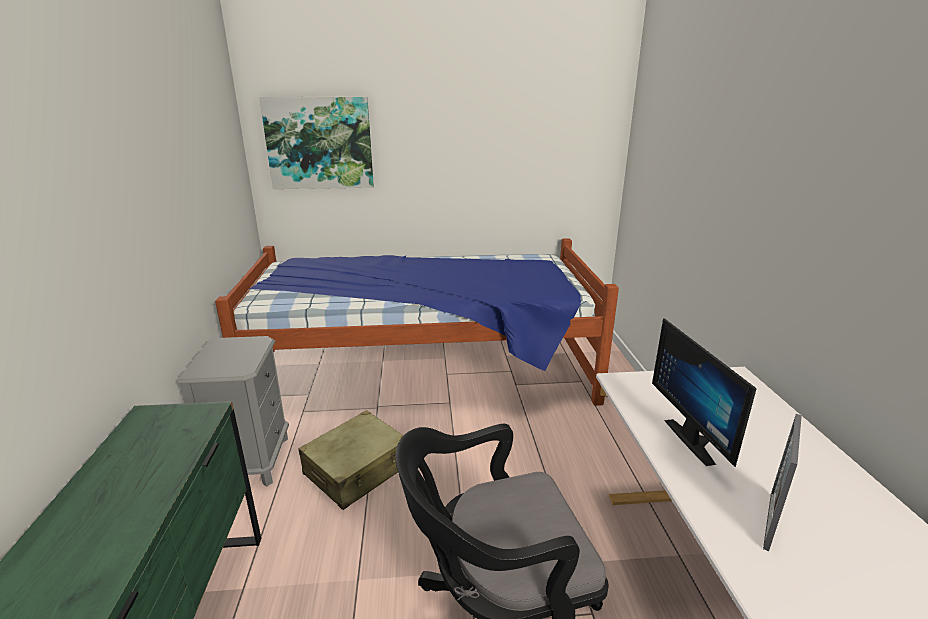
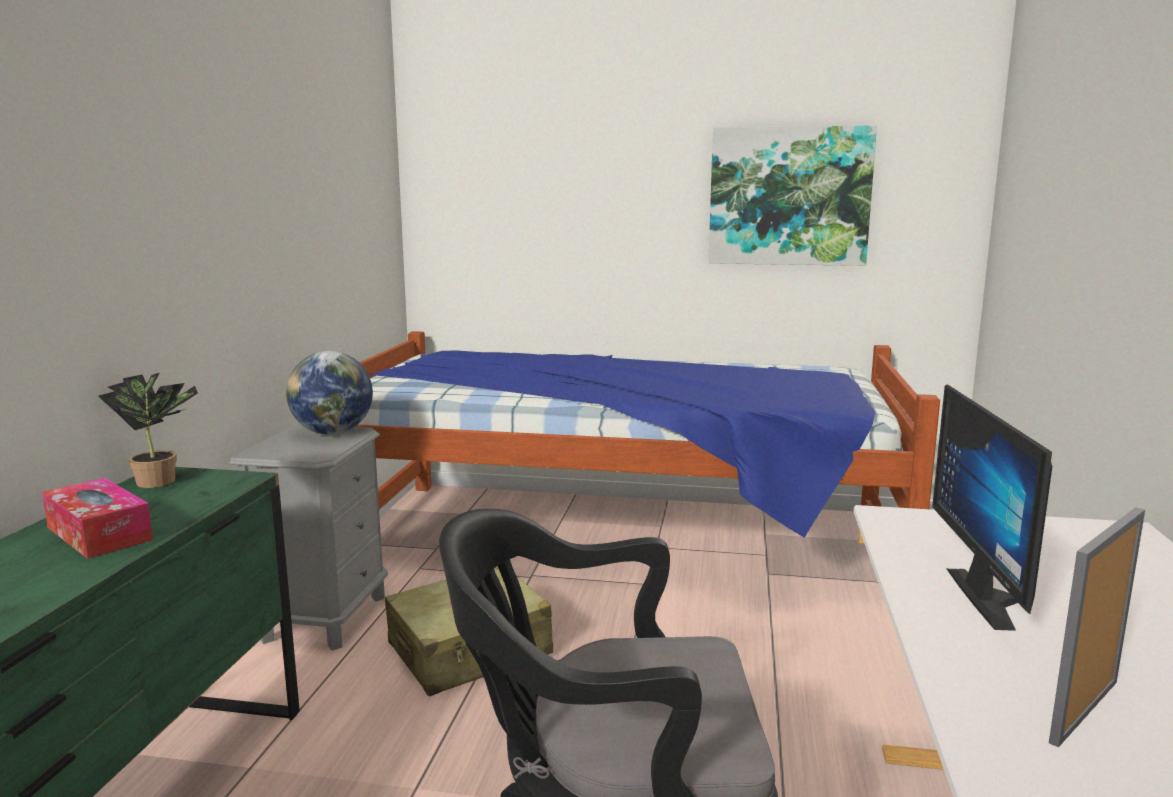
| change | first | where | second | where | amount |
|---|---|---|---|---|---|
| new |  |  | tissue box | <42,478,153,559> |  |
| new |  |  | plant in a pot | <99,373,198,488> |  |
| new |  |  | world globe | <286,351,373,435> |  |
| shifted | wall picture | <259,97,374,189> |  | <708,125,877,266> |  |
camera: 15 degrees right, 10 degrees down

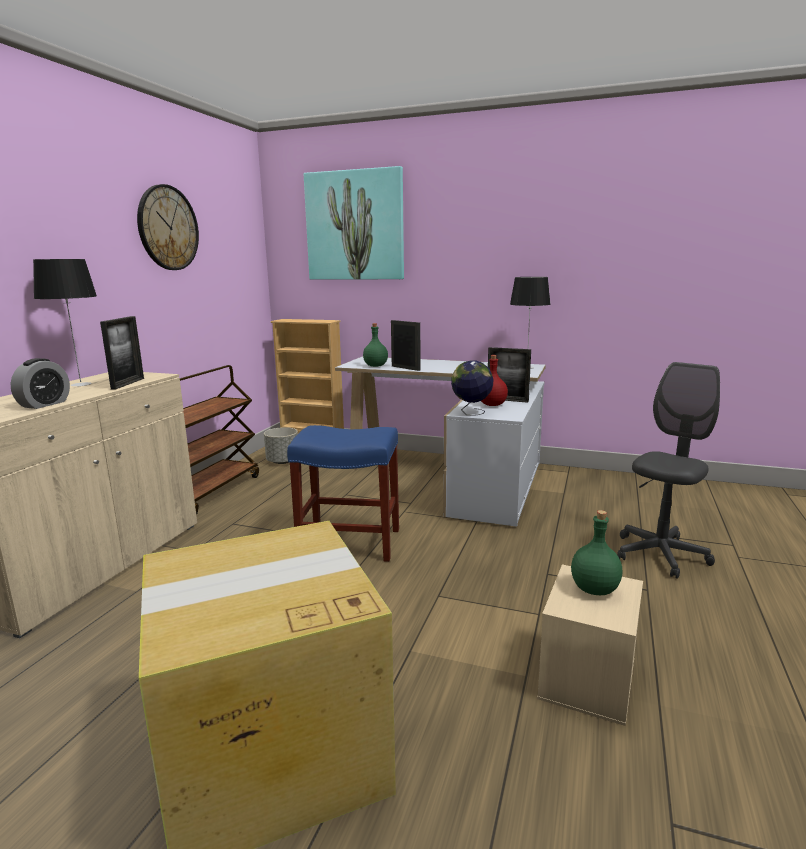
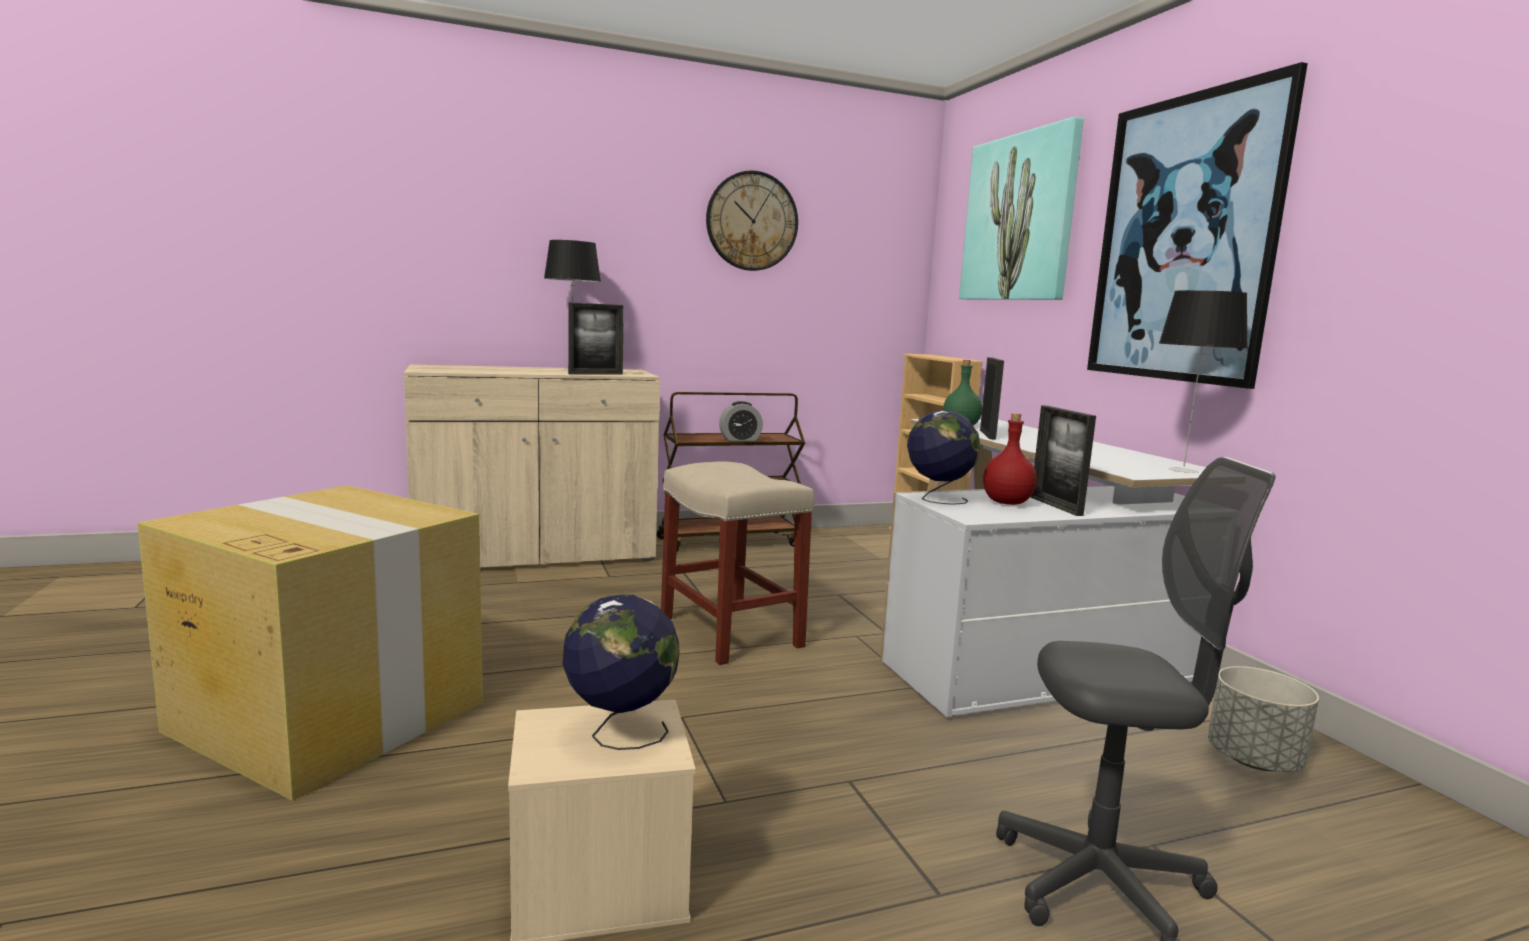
| change | first | where | second | where | amount |
|---|---|---|---|---|---|
| swapped | beverage bottle (green) | <571,510,622,595> | world globe | <562,594,680,750> |  |
| repainted | stool seat (bluish) | <287,425,399,562> | stool seat (sand-coloured) | <661,462,814,665> |  |
| shifted | table clock | <11,358,70,409> |  | <719,401,763,441> |  |
| new |  |  | wall picture | <1087,62,1308,389> |  |
| shifted | plant pot (gray) | <264,427,298,464> |  | <1208,666,1319,772> |  |
camera: 50 degrees right, 5 degrees down

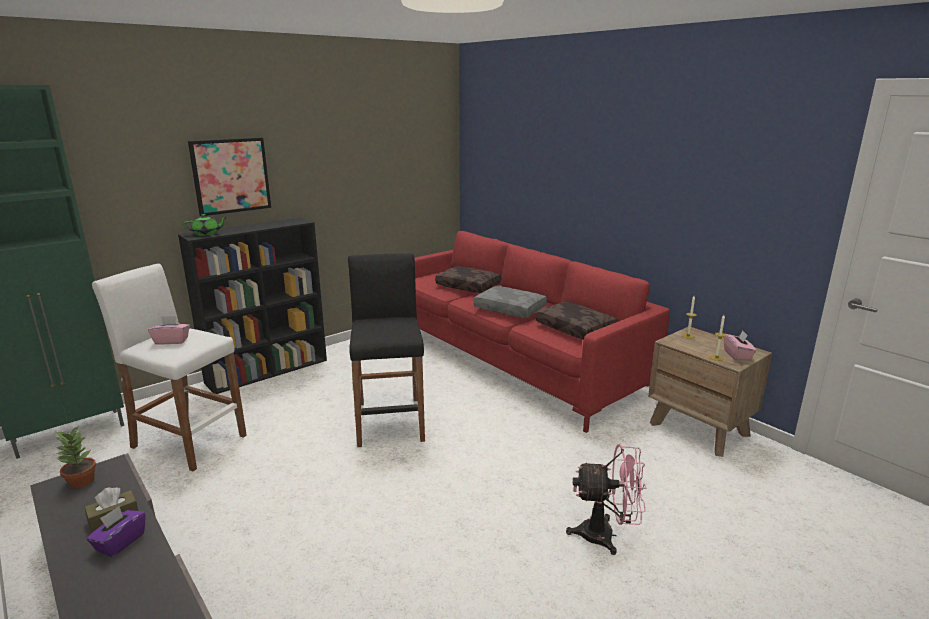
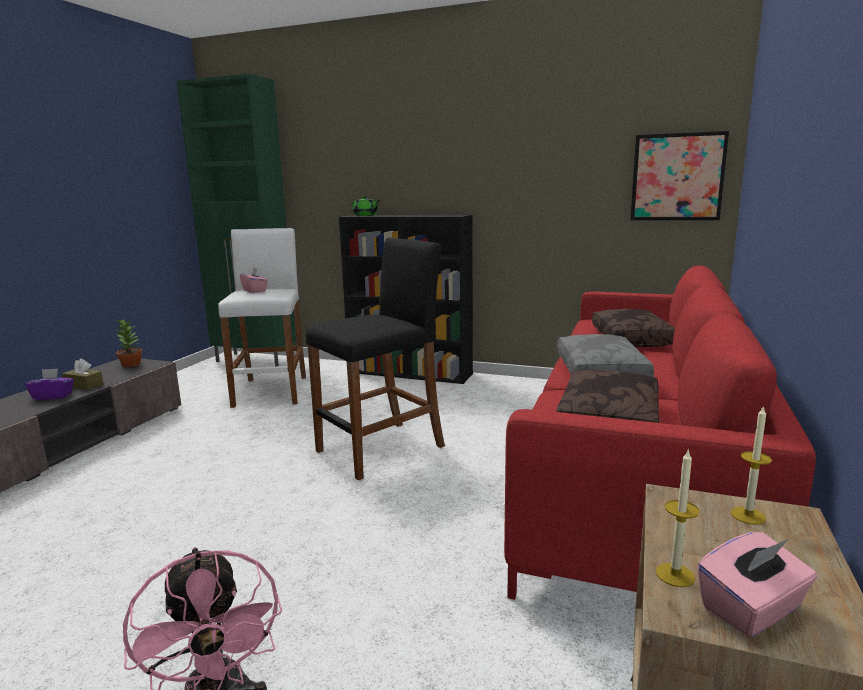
| change | first | where | second | where | amount |
|---|---|---|---|---|---|
| shifted | wall picture | <188,138,271,216> |  | <630,131,729,220> |  |
camera: 60 degrees right, 5 degrees down

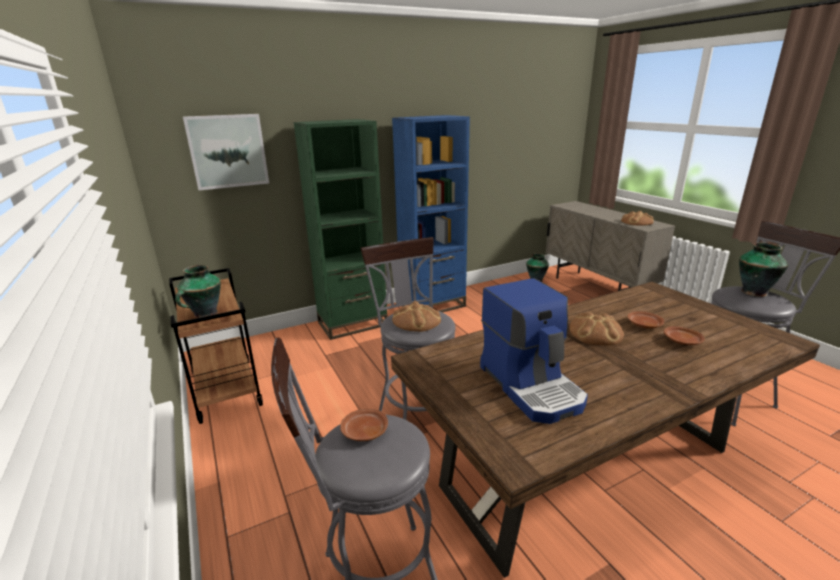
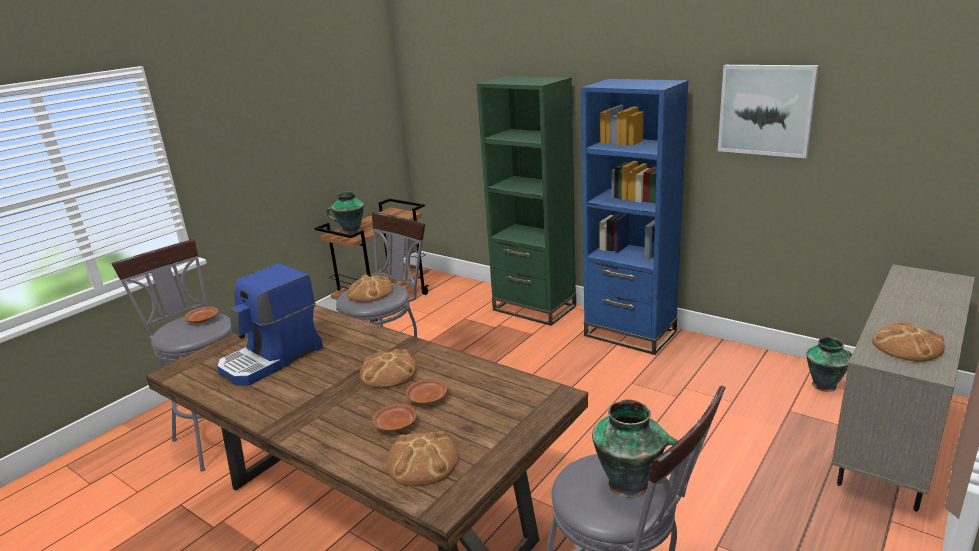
| change | first | where | second | where | amount |
|---|---|---|---|---|---|
| new |  |  | baked bread | <386,431,458,486> |  |
| shifted | wall picture | <183,114,269,190> |  | <718,65,819,158> |  |
camera: 65 degrees right, 0 degrees up

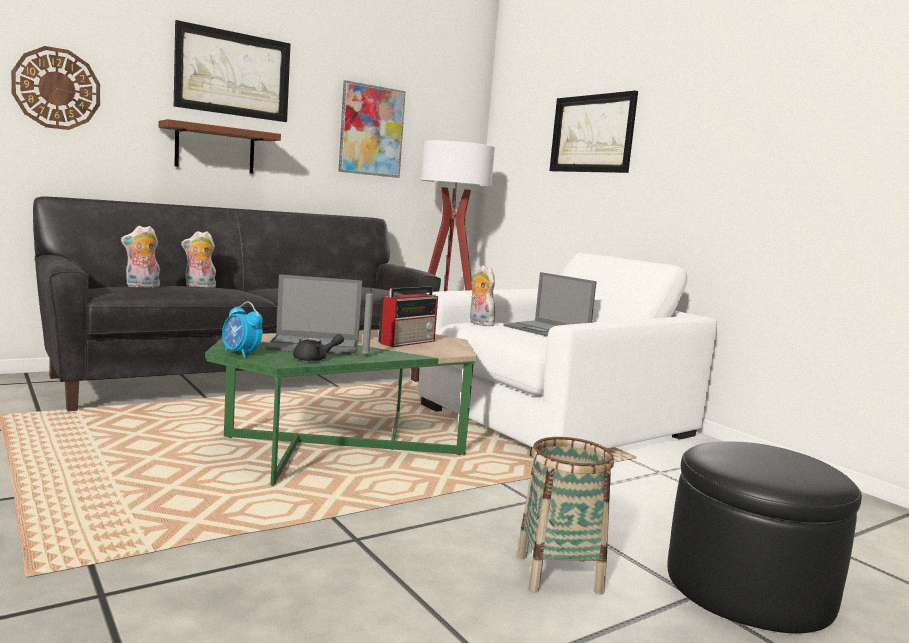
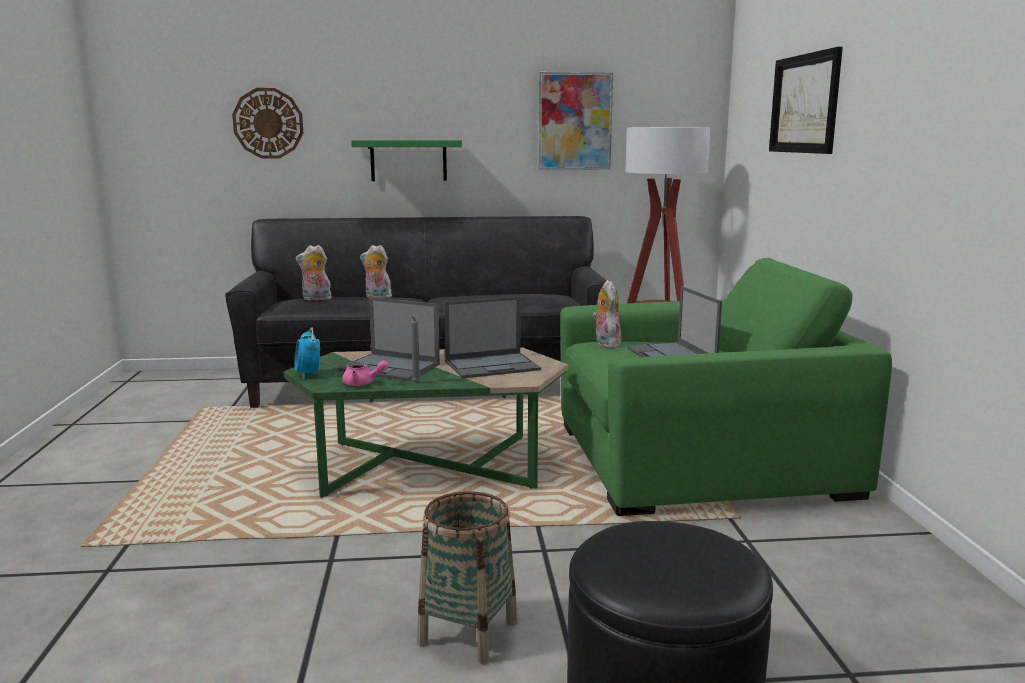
| change | first | where | second | where | amount |
|---|---|---|---|---|---|
| repainted | teapot (black) | <293,334,344,361> | teapot (pink-coloured) | <342,360,388,386> |  |
| repainted | shelf (brownish) | <158,119,281,174> | shelf (green) | <351,140,462,181> |  |
| swapped | radio set | <378,286,438,347> | portable computer | <444,296,541,378> |  |
| repainted | armchair (white) | <418,253,717,457> | armchair (green) | <560,258,892,516> |  |
| gone | wall picture | <174,20,291,122> |  |  |  |
camera: 30 degrees right, 5 degrees up

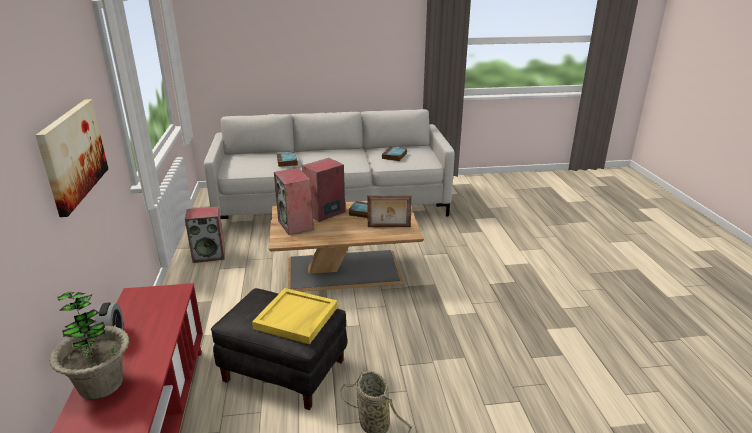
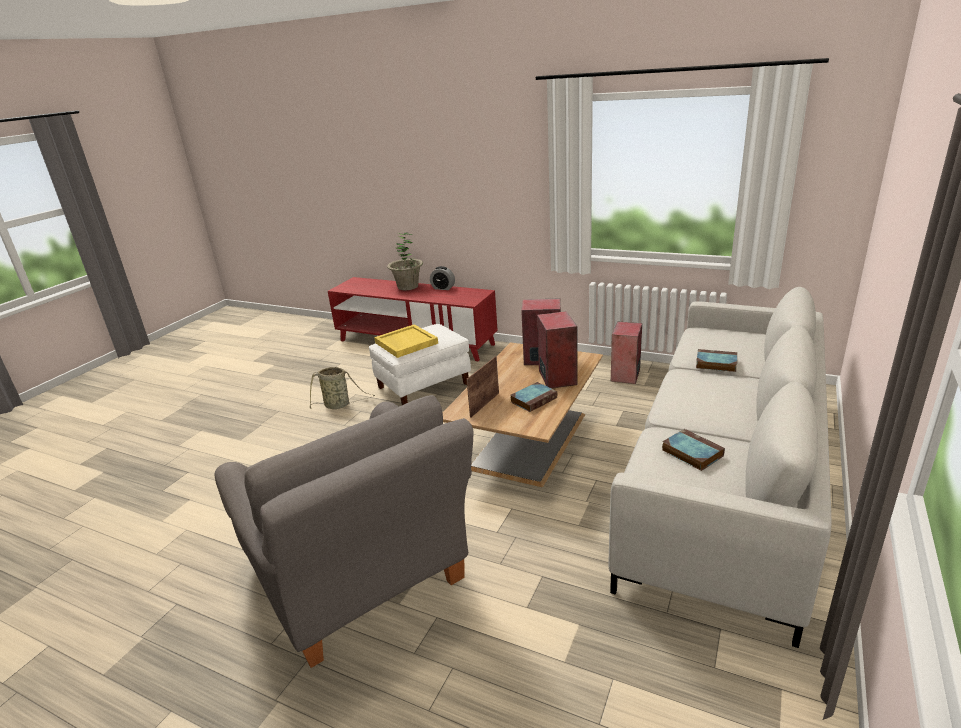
| change | first | where | second | where | amount |
|---|---|---|---|---|---|
| new |  |  | armchair (gray) | <214,395,474,668> |  |
| repainted | pouffe (black) | <211,288,347,410> | pouffe (white) | <369,324,471,405> |  |
| gone | wall picture | <35,99,108,217> |  |  |  |
camera: 125 degrees right, 0 degrees up

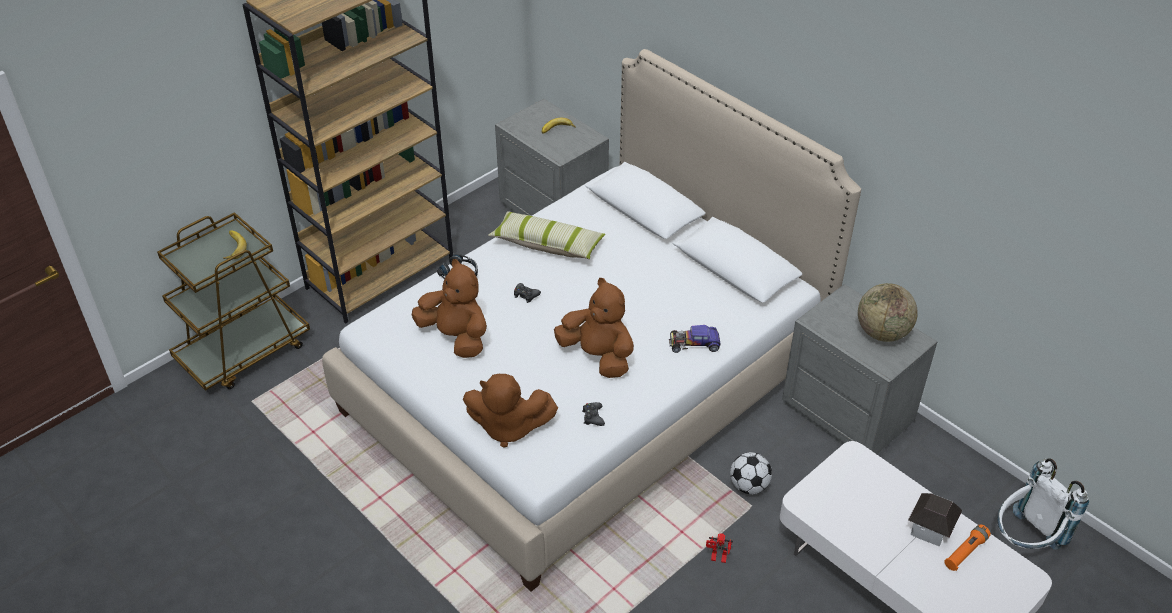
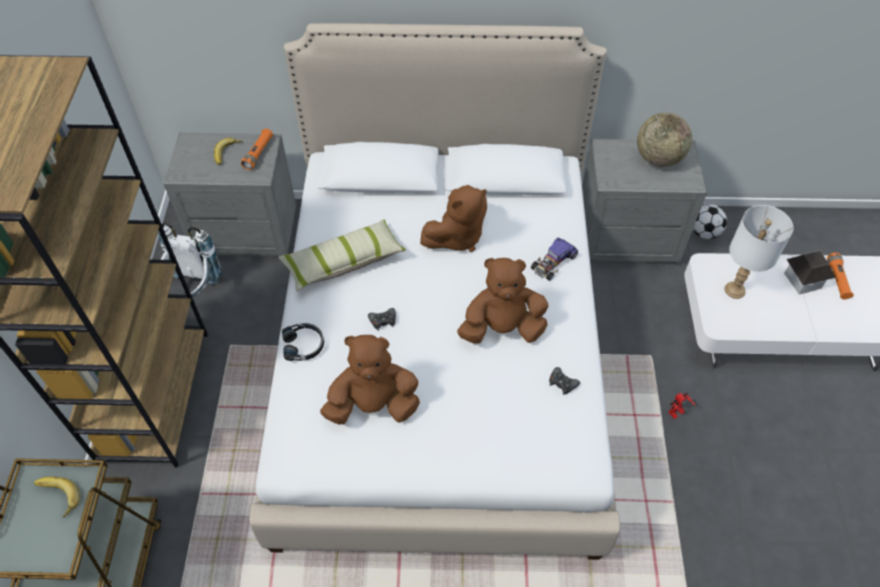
| change | first | where | second | where | amount |
|---|---|---|---|---|---|
| shifted | backpack (white) | <997,458,1089,549> |  | <158,223,222,298> |  |
| new |  |  | flashlight (orange-coloured) | <241,129,273,170> |  |
| shifted | plush toy (brownish) | <463,374,558,448> |  | <420,185,487,252> |  |
| shifted | ball for football | <730,452,772,494> |  | <693,204,727,239> |  |
| new |  |  | tabletop lamp (white) | <724,205,793,299> |  |
camera: 45 degrees left, 10 degrees up

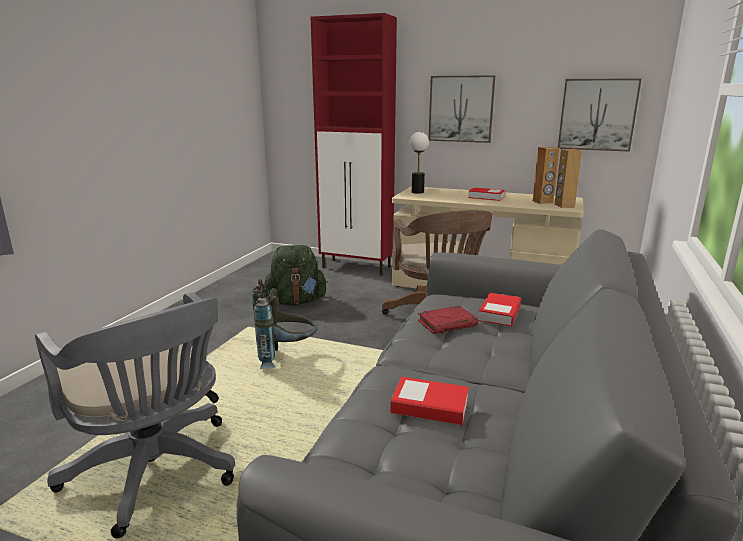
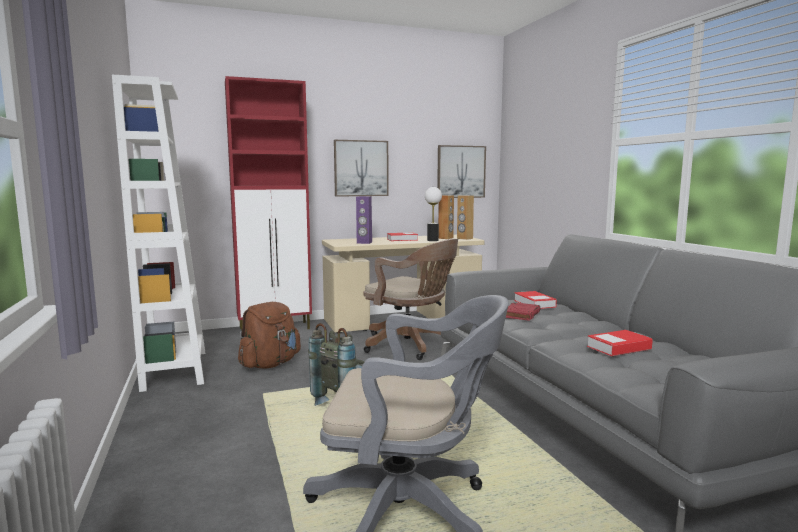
| change | first | where | second | where | amount |
|---|---|---|---|---|---|
| new |  |  | bookcase (white) | <112,75,205,392> |  |
| repainted | backpack (green) | <264,245,328,305> | backpack (brownish) | <238,302,301,368> |  |
| new |  |  | audio speaker (purple-coloured) | <356,196,372,244> |  |
| shifted | tabletop lamp | <410,132,429,194> |  | <425,187,442,241> |  |
camera: 40 degrees left, 10 degrees down

